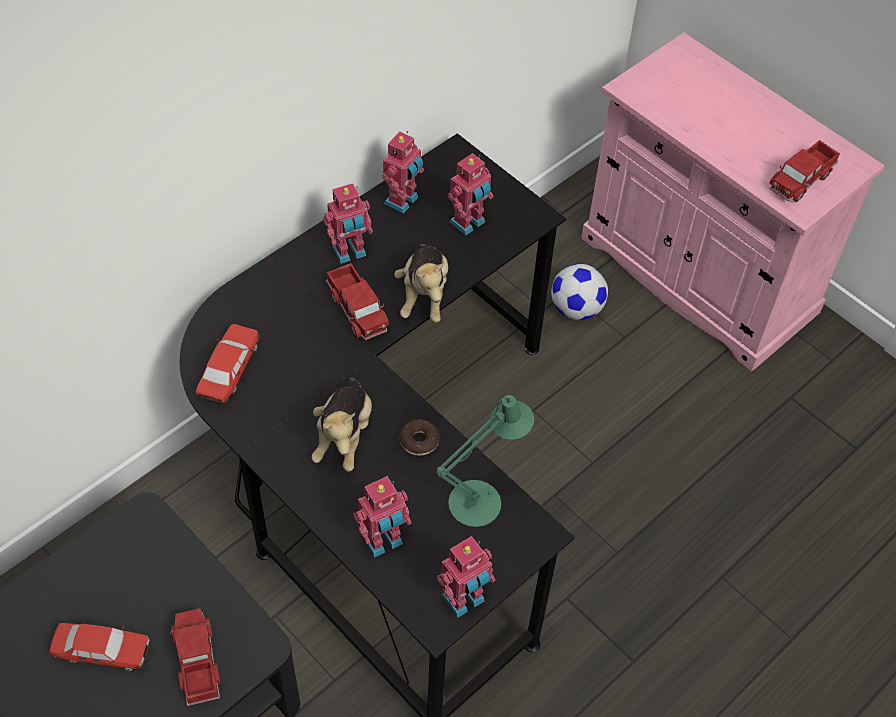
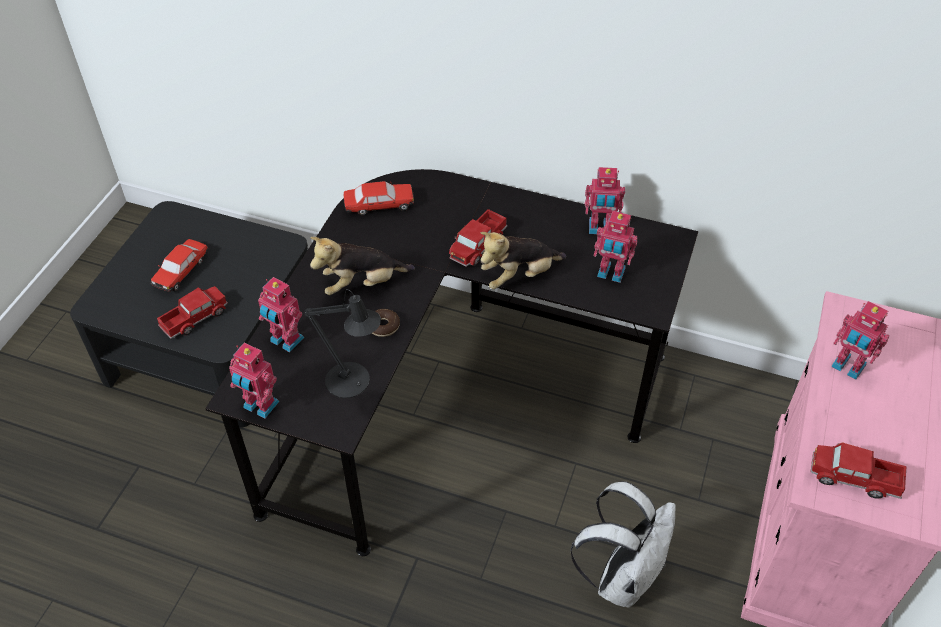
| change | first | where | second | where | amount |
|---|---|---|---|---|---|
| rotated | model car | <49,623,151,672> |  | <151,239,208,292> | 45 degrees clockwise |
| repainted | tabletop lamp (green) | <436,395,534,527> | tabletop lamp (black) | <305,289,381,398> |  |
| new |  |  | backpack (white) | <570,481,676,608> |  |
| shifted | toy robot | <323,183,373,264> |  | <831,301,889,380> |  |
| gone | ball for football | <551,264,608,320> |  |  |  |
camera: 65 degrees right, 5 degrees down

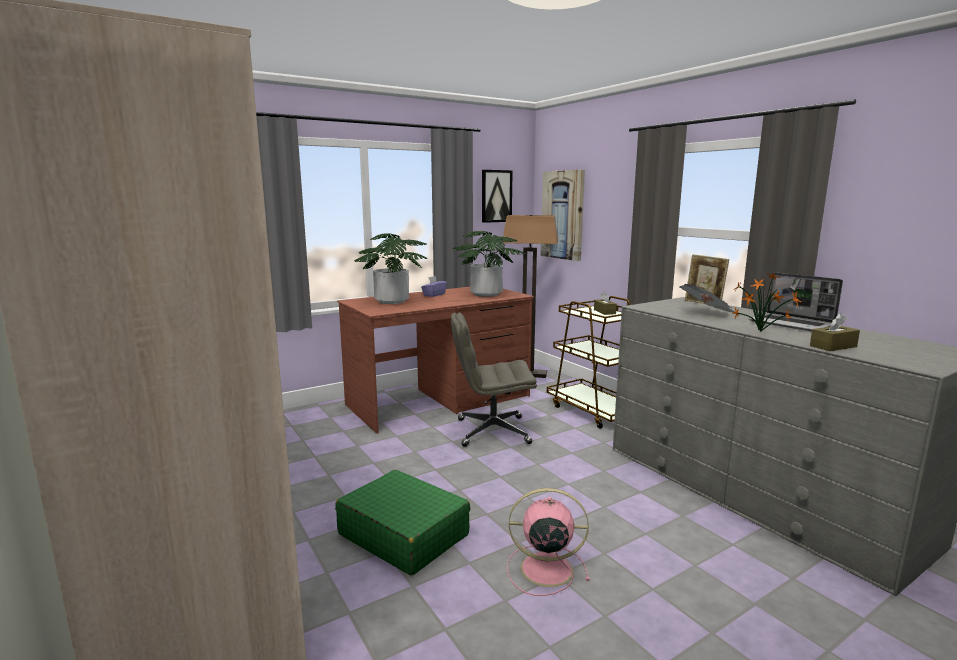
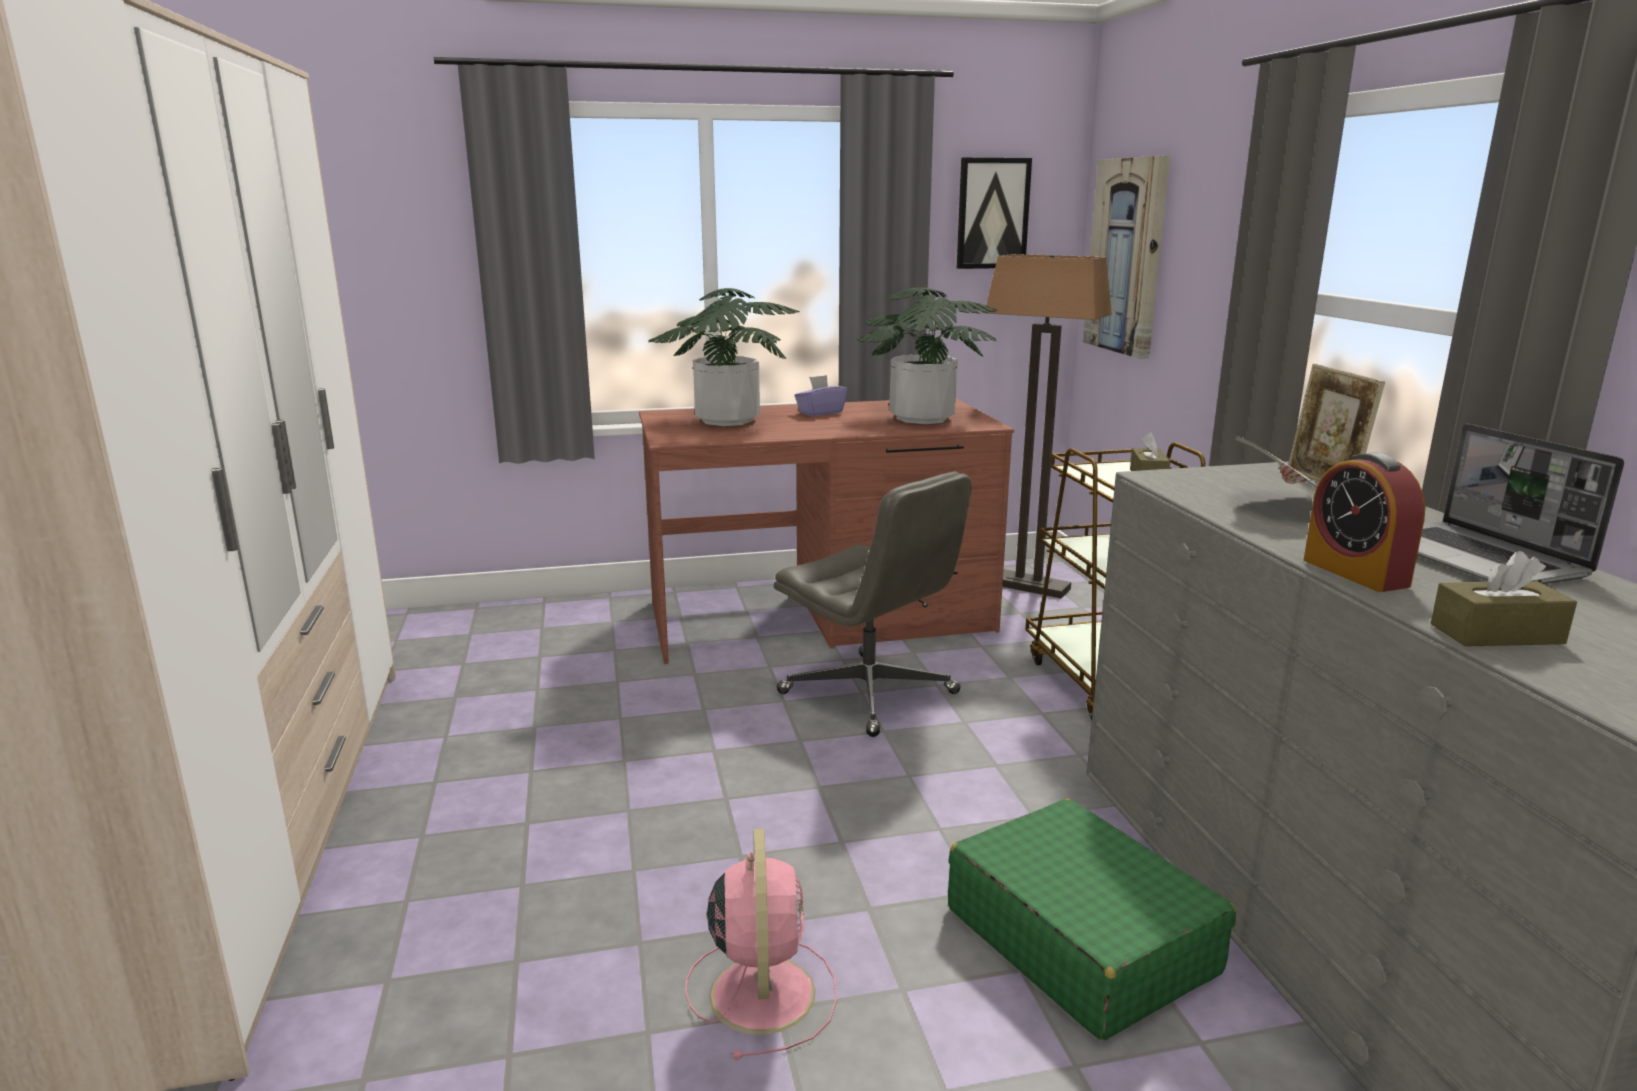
| change | first | where | second | where | amount |
|---|---|---|---|---|---|
| rotated | cooling fan (pink-coloured) | <507,488,590,596> |  | <685,828,837,1060> | 60 degrees clockwise |
| rotated | computer chair (gray) | <451,312,537,447> |  | <774,471,972,737> | 150 degrees counterclockwise |
| shifted | piece of luggage (green) | <335,470,470,575> |  | <948,799,1236,1040> |  |
| swapped | plant in a pot | <733,272,802,332> | table clock | <1304,452,1425,592> |  |
camera: 20 degrees right, 5 degrees up

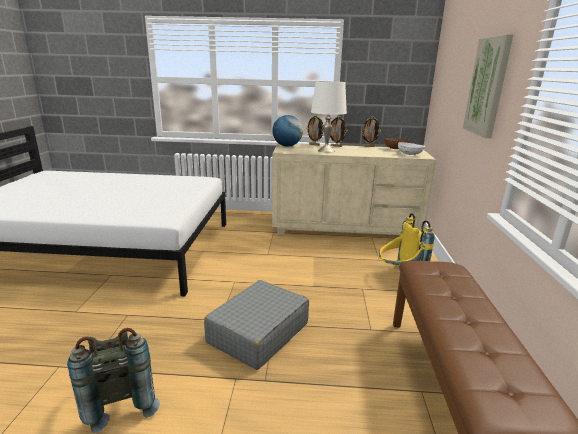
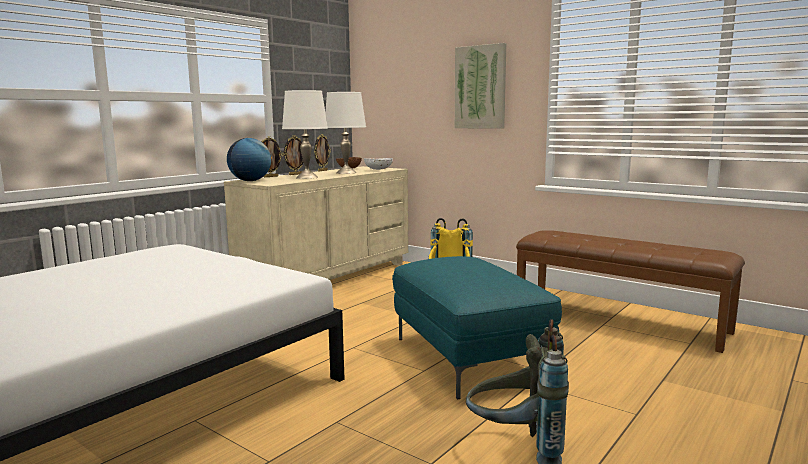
| change | first | where | second | where | amount |
|---|---|---|---|---|---|
| new |  |  | tabletop lamp (white) | <325,92,366,174> |  |
| swapped | piece of luggage (gray) | <204,280,309,370> | pouffe (turquoise-coloured) | <392,256,562,399> |  |
camera: 55 degrees left, 10 degrees down

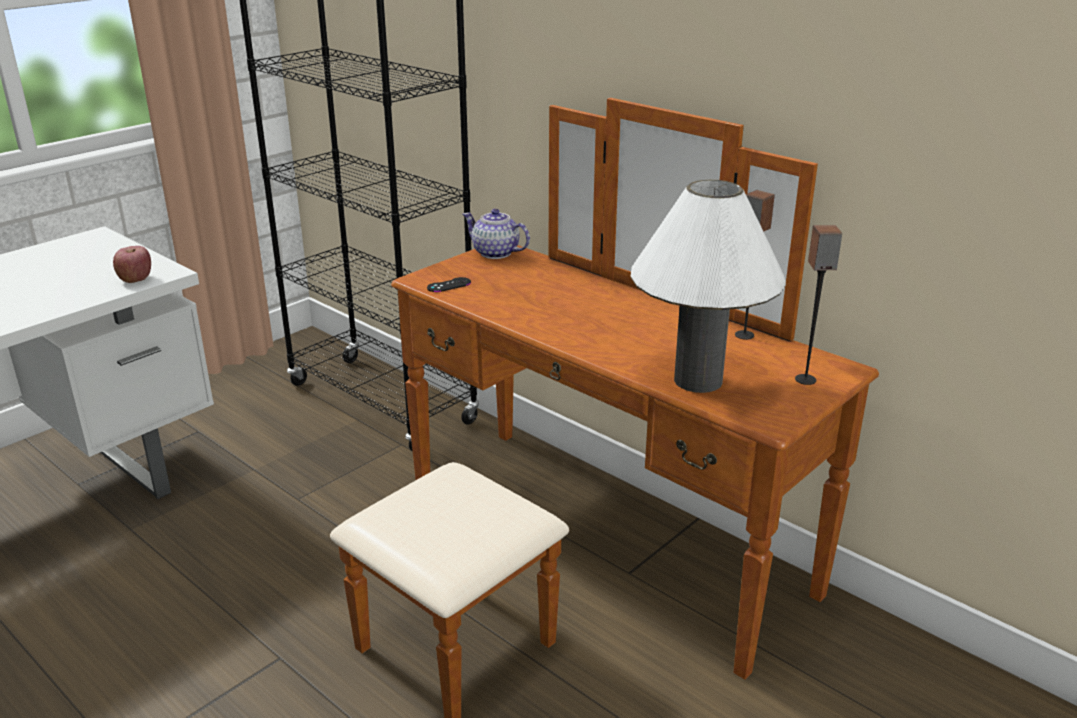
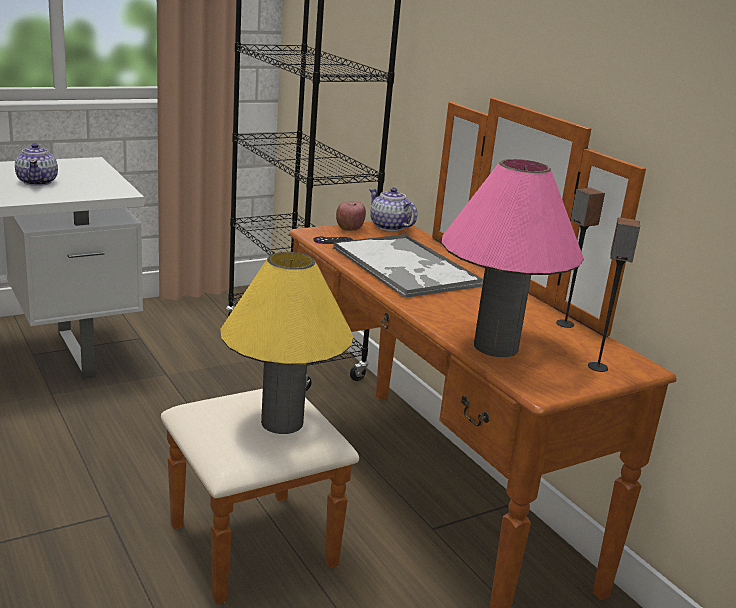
| change | first | where | second | where | amount |
|---|---|---|---|---|---|
| new |  |  | teapot | <15,143,58,186> |  |
| new |  |  | tabletop lamp (yellowish) | <220,252,353,434> |  |
| new |  |  | serving tray | <333,234,483,298> |  |
| shifted | whole apple | <113,246,151,283> |  | <336,201,366,231> |  |
| repainted | tabletop lamp (white) | <631,180,786,393> | tabletop lamp (pink-coloured) | <442,159,584,357> |  |
camera: 15 degrees right, 5 degrees down

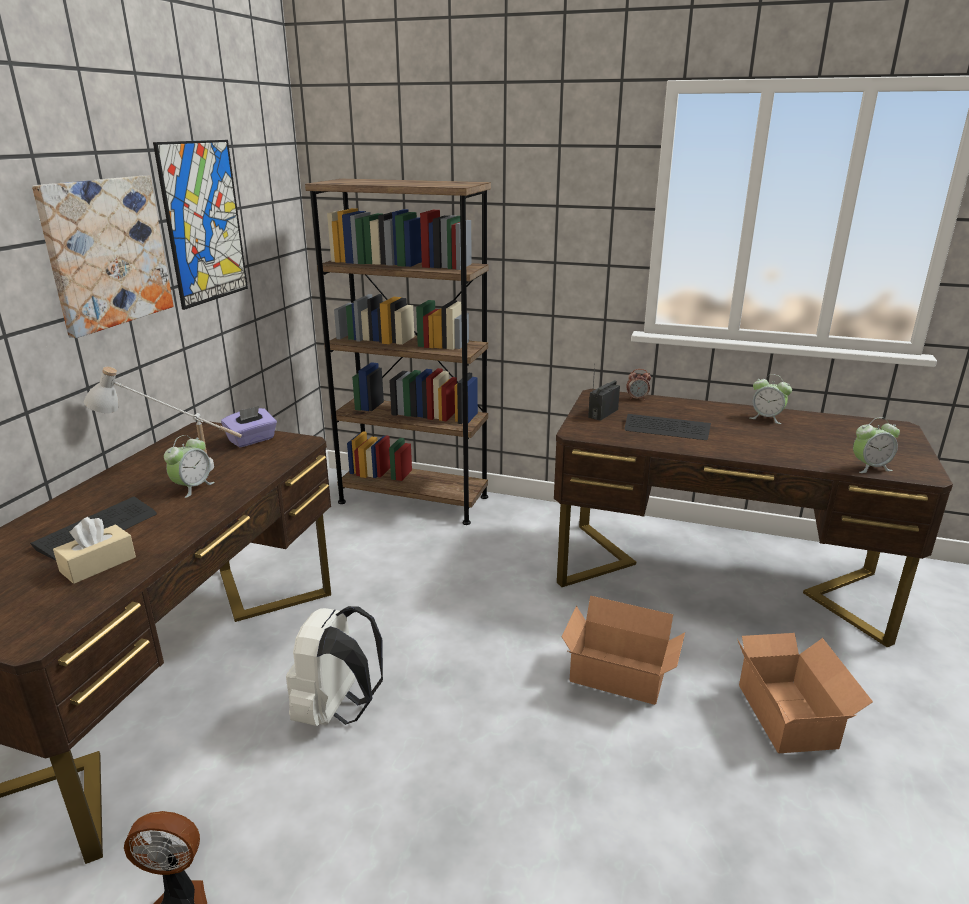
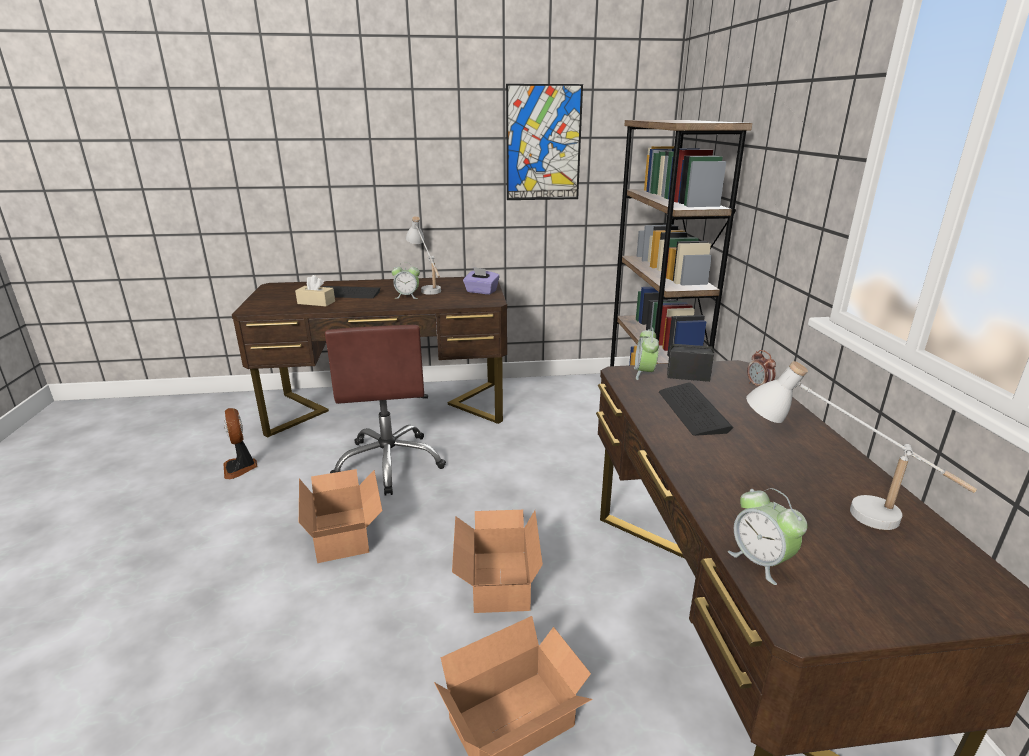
| change | first | where | second | where | amount |
|---|---|---|---|---|---|
| new |  |  | cardboard box | <299,469,382,563> |  |
| swapped | backpack (white) | <286,606,383,726> | computer chair (brownish) | <325,325,446,496> |  |
| shifted | table clock | <750,374,792,424> |  | <634,327,659,380> |  |
| new |  |  | tabletop lamp (white) | <746,361,977,530> |  |
| gone | wall picture | <32,176,173,338> |  |  |  |
camera: 65 degrees right, 0 degrees up

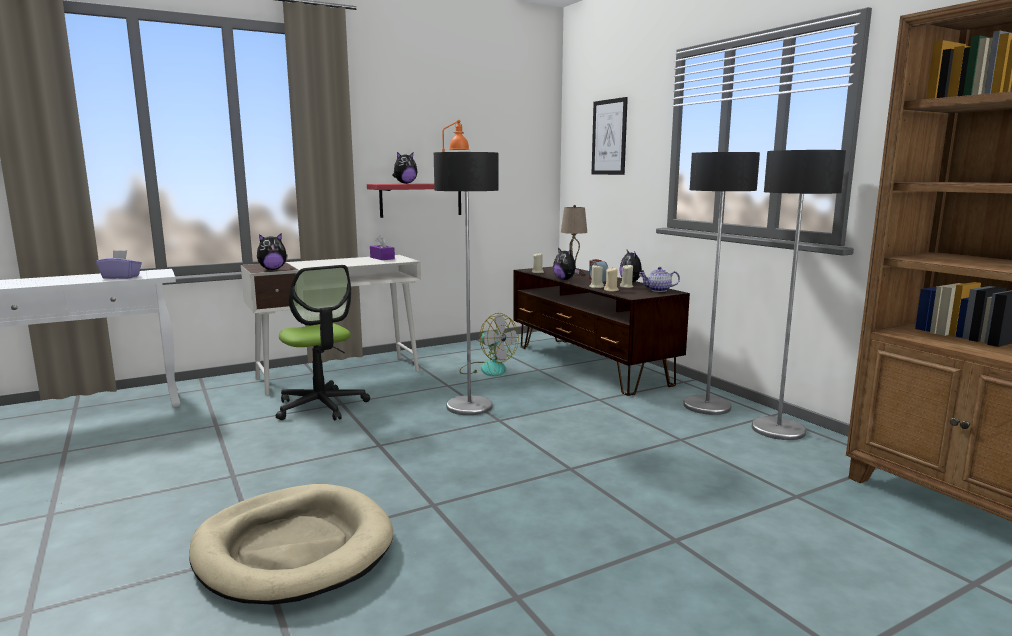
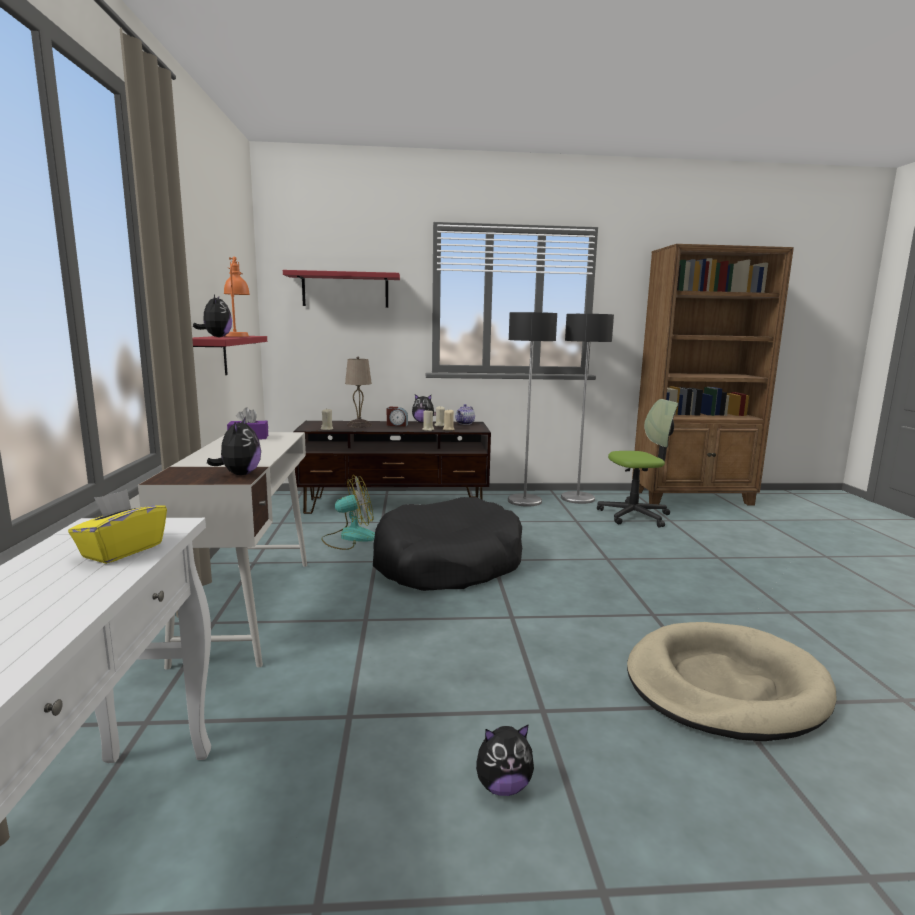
| change | first | where | second | where | amount |
|---|---|---|---|---|---|
| repainted | tissue box (purple-coloured) | <96,250,142,279> | tissue box (yellowish) | <68,489,167,564> |  |
| swapped | wall picture | <592,97,628,175> | shelf (reddish) | <283,270,400,308> |  |
| swapped | floor lamp | <434,152,499,415> | pet bed (black) | <373,497,522,591> |  |
| shifted | plush toy | <553,248,580,280> |  | <476,724,534,796> |  |
| shifted | computer chair | <276,265,370,421> |  | <597,399,678,528> |  |
camera: 65 degrees left, 0 degrees up

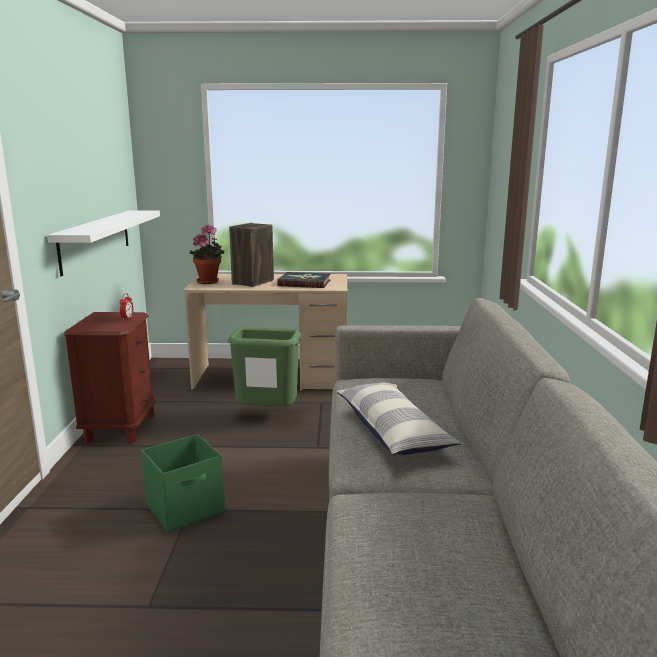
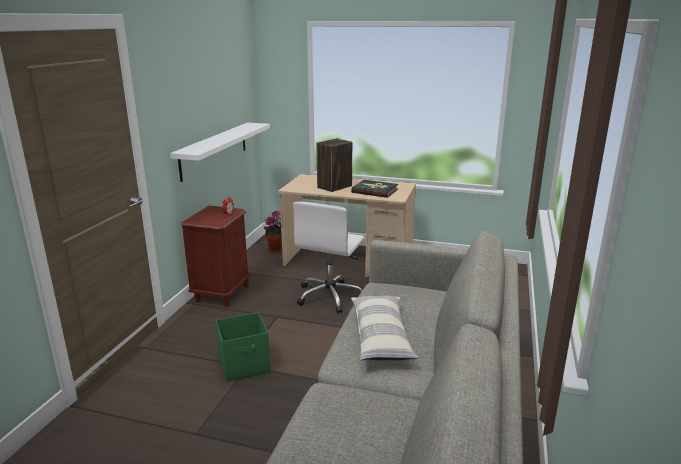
| change | first | where | second | where | amount |
|---|---|---|---|---|---|
| shifted | plant in a pot | <189,225,224,284> |  | <264,210,282,252> |  |
| swapped | waste bin (green) | <228,327,301,406> | computer chair (white) | <293,202,364,313> |  |
camera: 15 degrees right, 5 degrees up

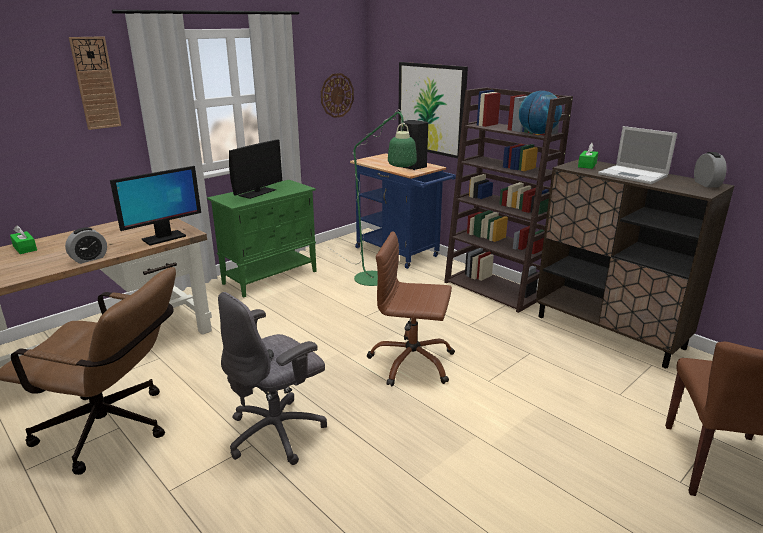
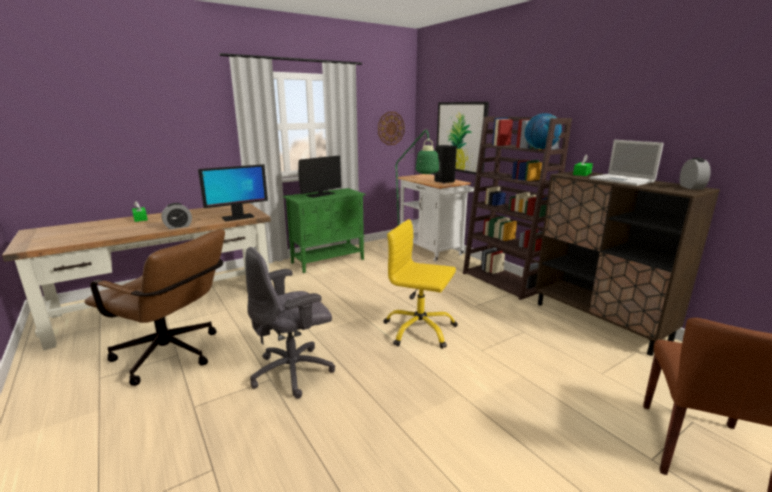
| change | first | where | second | where | amount |
|---|---|---|---|---|---|
| repainted | computer chair (brownish) | <367,231,455,387> | computer chair (yellowish) | <383,219,458,349> |  |
| repainted | wheeled cart (bluish) | <350,153,456,269> | wheeled cart (white) | <397,174,474,262> |  |
| gone | clock on the wall | <69,36,121,130> |  |  |  |
camera: 10 degrees right, 5 degrees down

